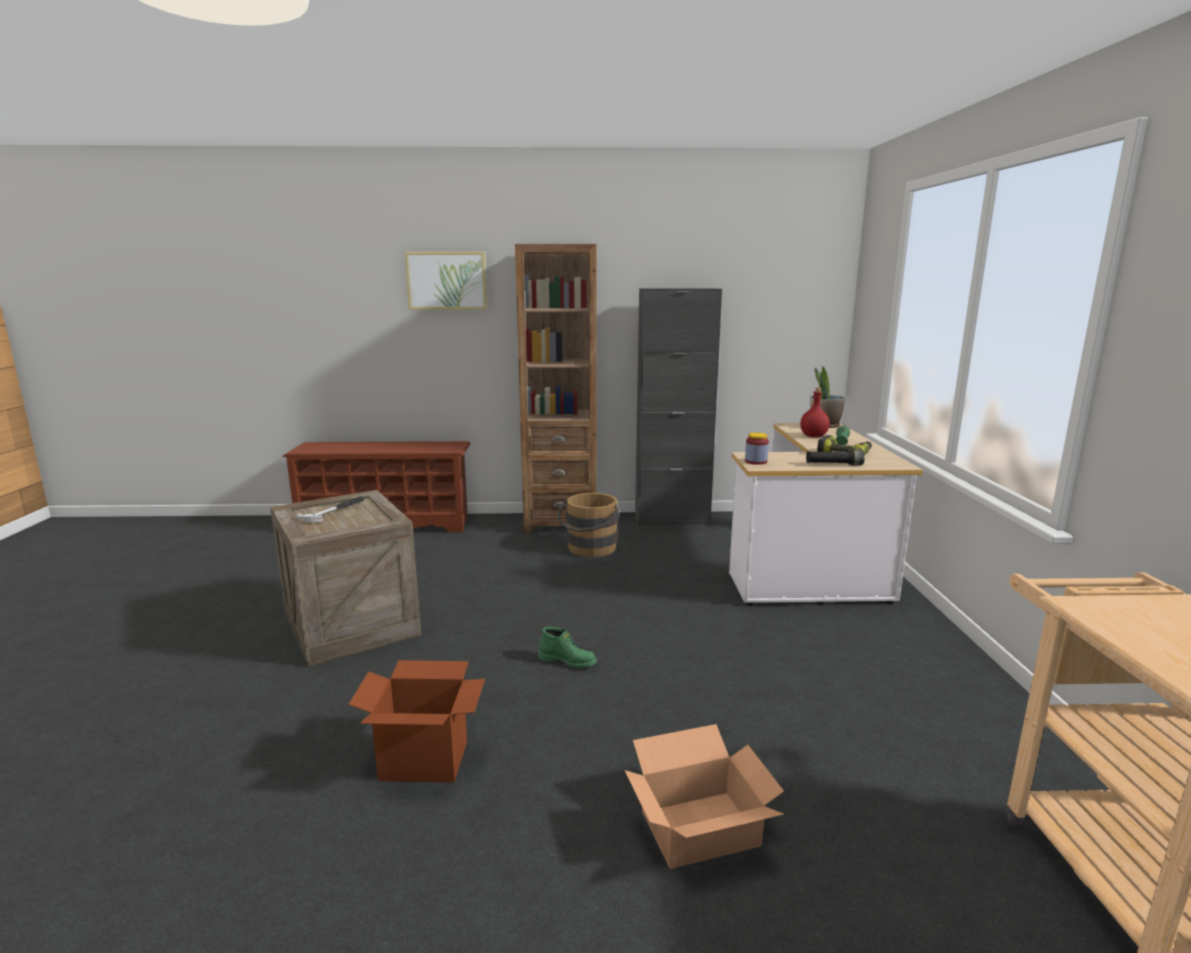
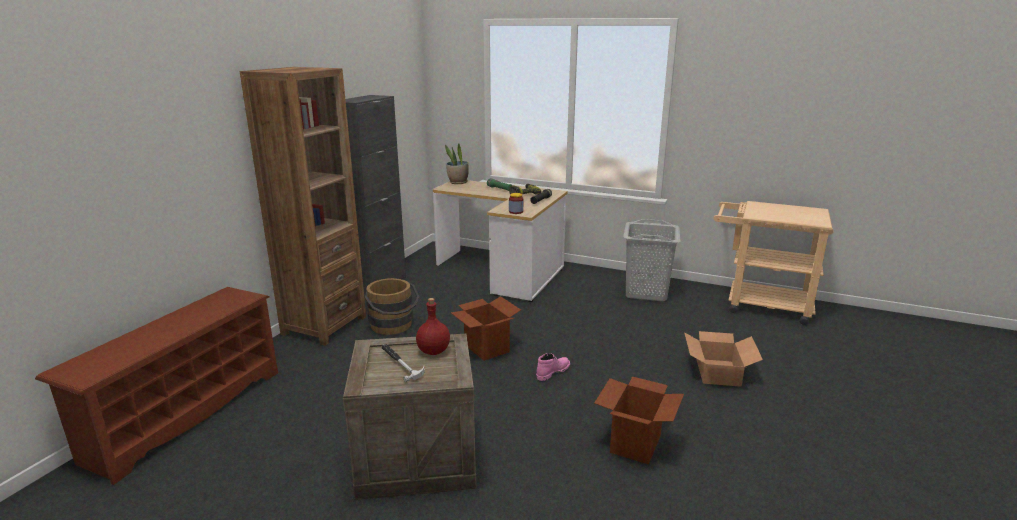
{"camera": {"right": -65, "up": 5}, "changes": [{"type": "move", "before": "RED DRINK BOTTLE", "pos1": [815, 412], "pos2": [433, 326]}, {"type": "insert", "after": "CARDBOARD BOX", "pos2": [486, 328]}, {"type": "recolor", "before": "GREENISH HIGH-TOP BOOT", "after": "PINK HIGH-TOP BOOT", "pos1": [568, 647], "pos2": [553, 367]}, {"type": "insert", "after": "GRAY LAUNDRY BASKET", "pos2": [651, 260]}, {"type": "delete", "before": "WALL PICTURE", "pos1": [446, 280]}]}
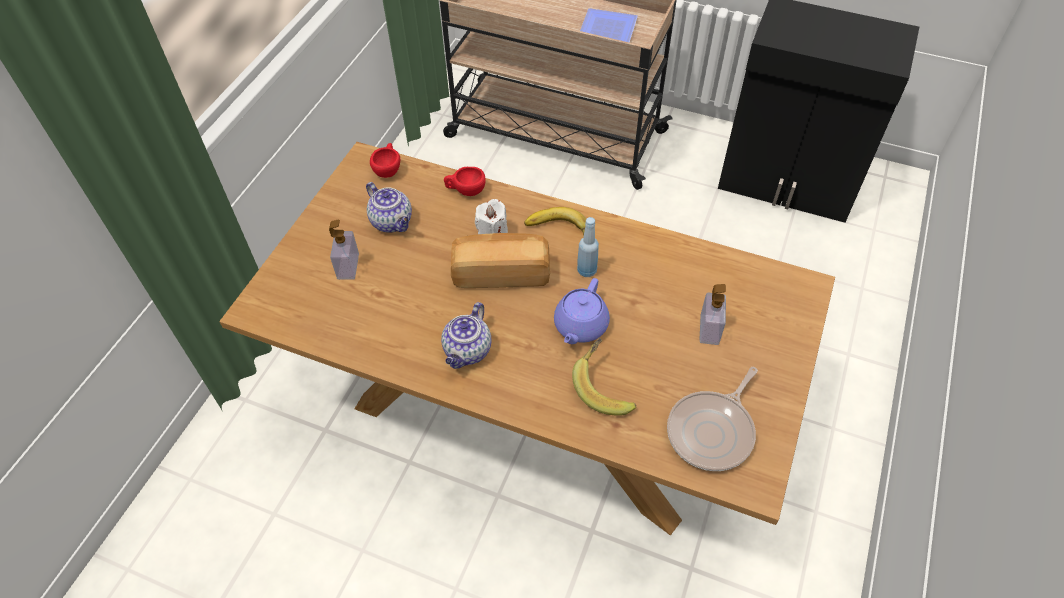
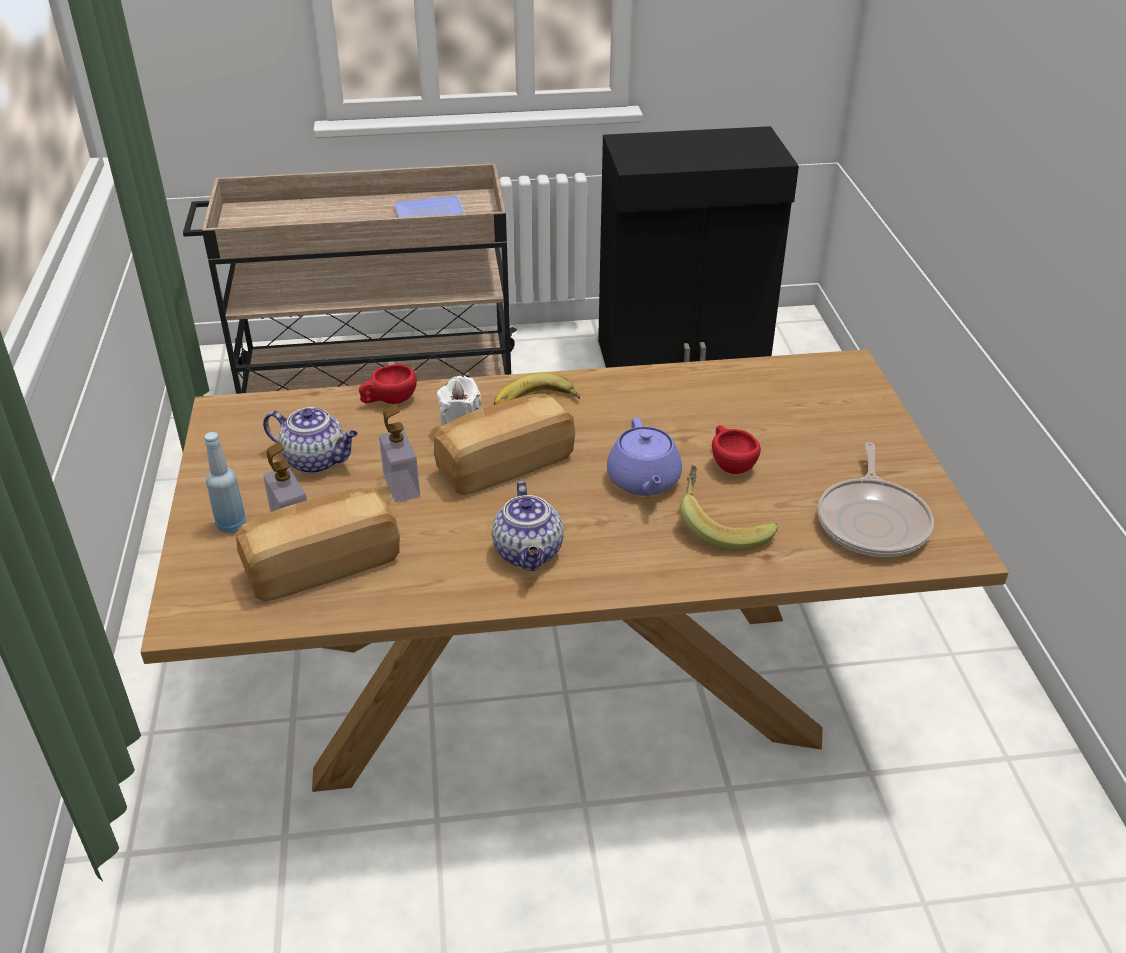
{"camera": {"right": -30, "up": -15}, "changes": [{"type": "move", "before": "BLUE-COLOURED DRINK BOTTLE", "pos1": [588, 247], "pos2": [225, 483]}, {"type": "insert", "after": "BAKED BREAD", "pos2": [318, 545]}, {"type": "move", "before": "LIQUID SOAP BOTTLE", "pos1": [713, 314], "pos2": [399, 453]}, {"type": "move", "before": "RED SMALL CUP", "pos1": [385, 160], "pos2": [736, 449]}]}
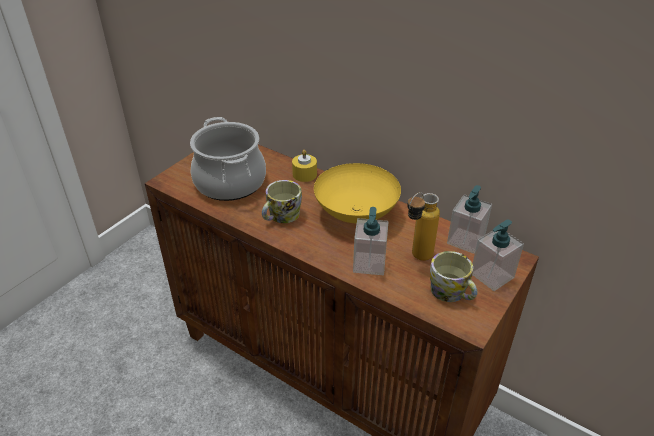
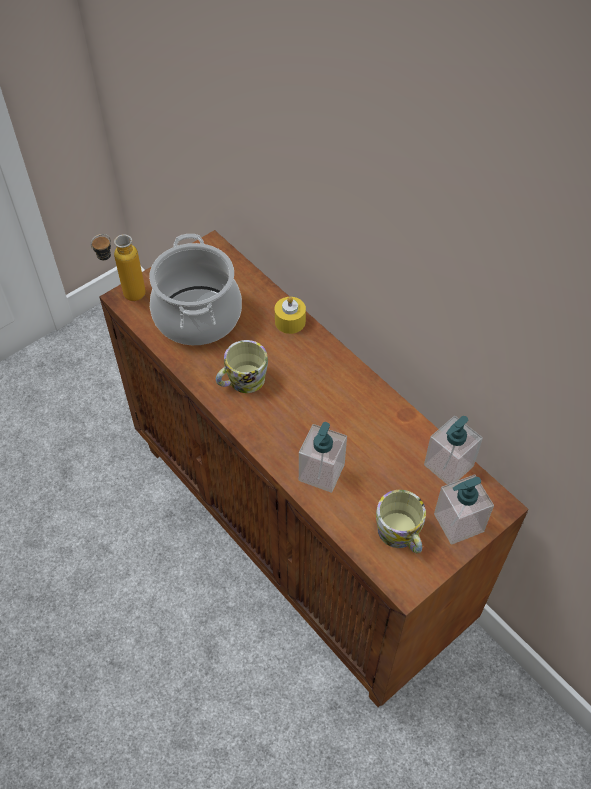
{"camera": {"right": 15, "up": 15}, "changes": [{"type": "move", "before": "DRINK BOTTLE", "pos1": [423, 226], "pos2": [118, 267]}, {"type": "delete", "before": "YELLOWISH SERVING BOWL", "pos1": [357, 193]}]}
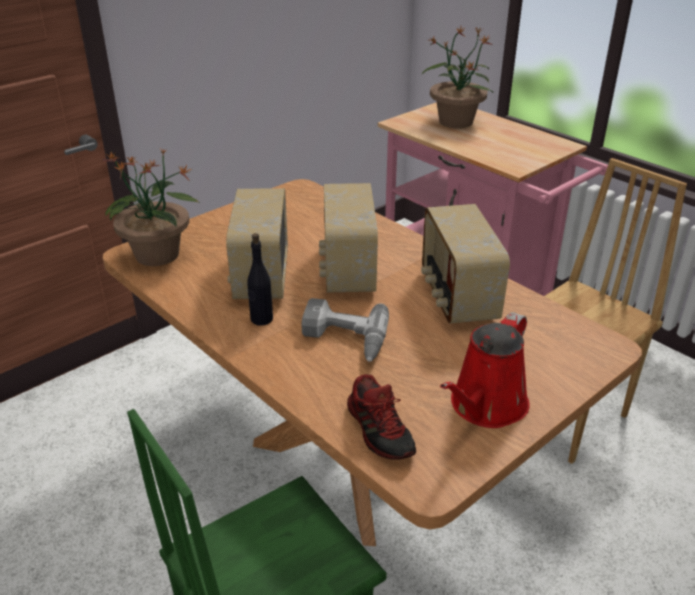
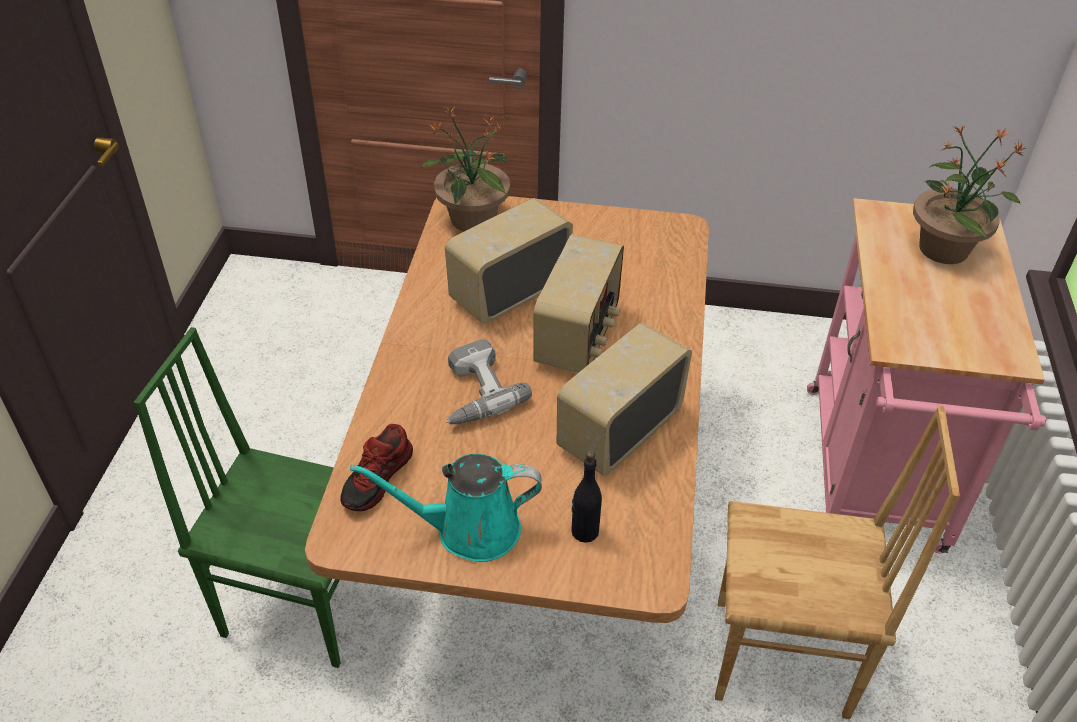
{"camera": {"right": 50, "up": 10}, "changes": [{"type": "recolor", "before": "RED WATERING CAN", "after": "TURQUOISE WATERING CAN", "pos1": [484, 370], "pos2": [446, 508]}, {"type": "rotate", "before": "RADIO RECEIVER", "pos1": [348, 238], "pos2": [578, 303], "turn": 150}, {"type": "move", "before": "BLACK-COLOURED DRINK BOTTLE", "pos1": [260, 279], "pos2": [586, 497]}]}
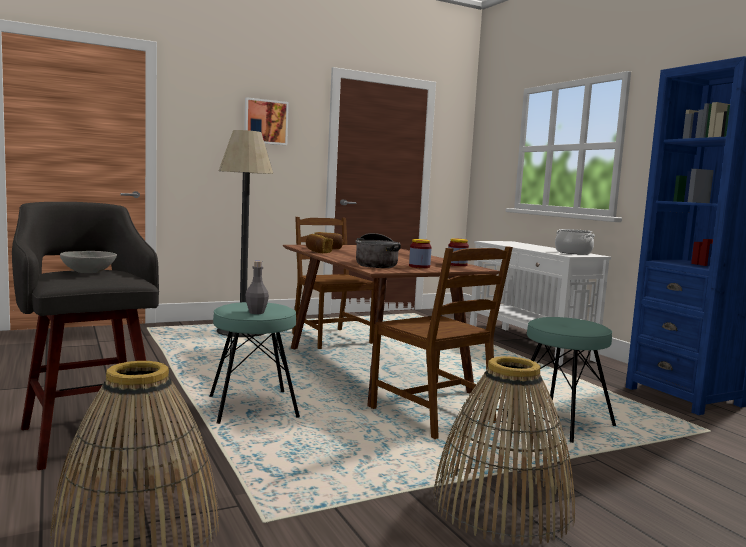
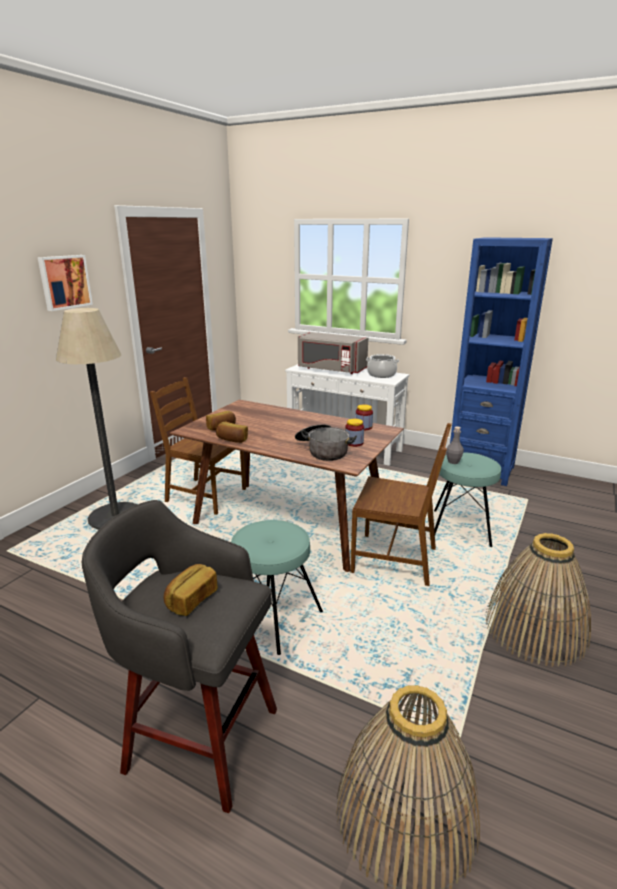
{"camera": {"right": -35, "up": 15}, "changes": [{"type": "replace", "before": "GRAY SERVING BOWL", "after": "BAKED BREAD", "pos1": [88, 262], "pos2": [191, 590]}, {"type": "insert", "after": "GRAY MICROWAVE OVEN", "pos2": [333, 353]}, {"type": "move", "before": "GRAY DRINK BOTTLE", "pos1": [257, 287], "pos2": [455, 445]}]}
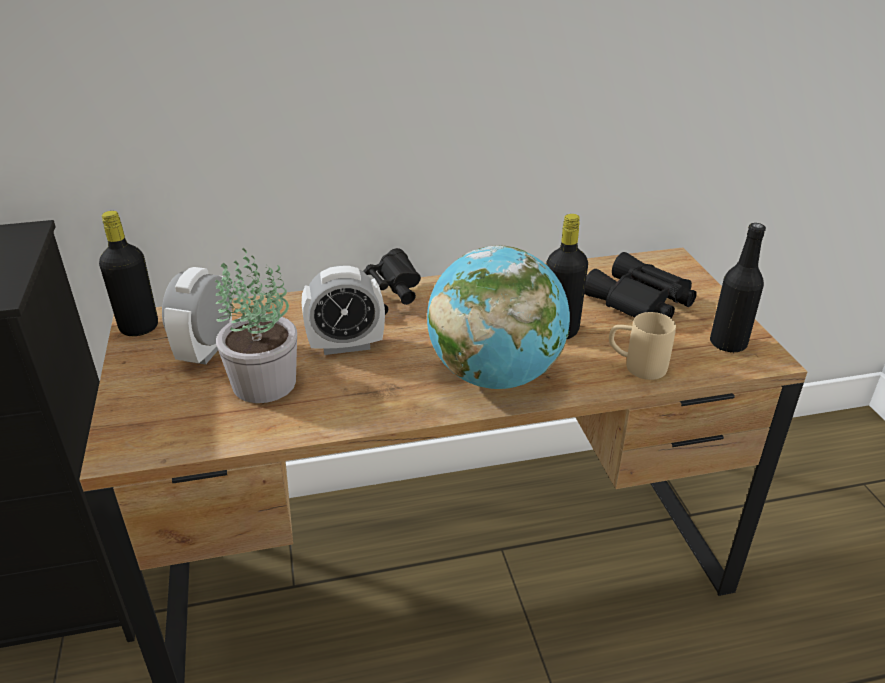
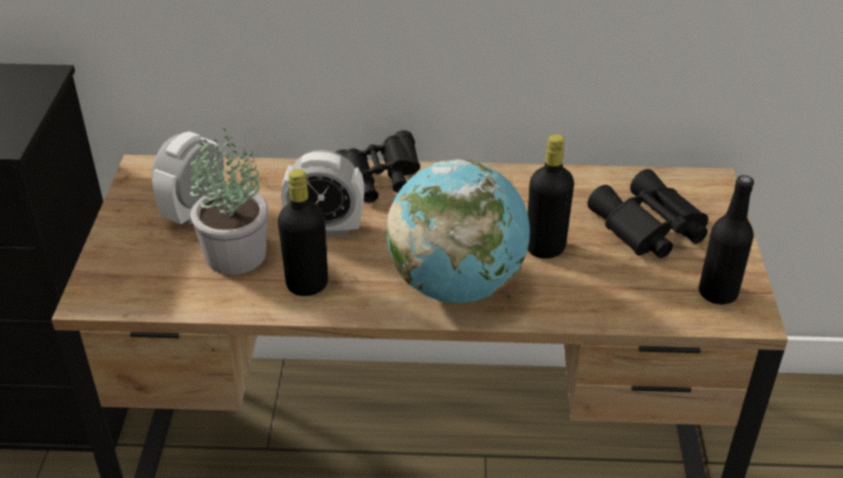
{"camera": {"right": 15, "up": 5}, "changes": [{"type": "move", "before": "BLACK-COLOURED DRINK BOTTLE", "pos1": [128, 273], "pos2": [303, 232]}, {"type": "delete", "before": "BEIGE MUG", "pos1": [642, 346]}]}
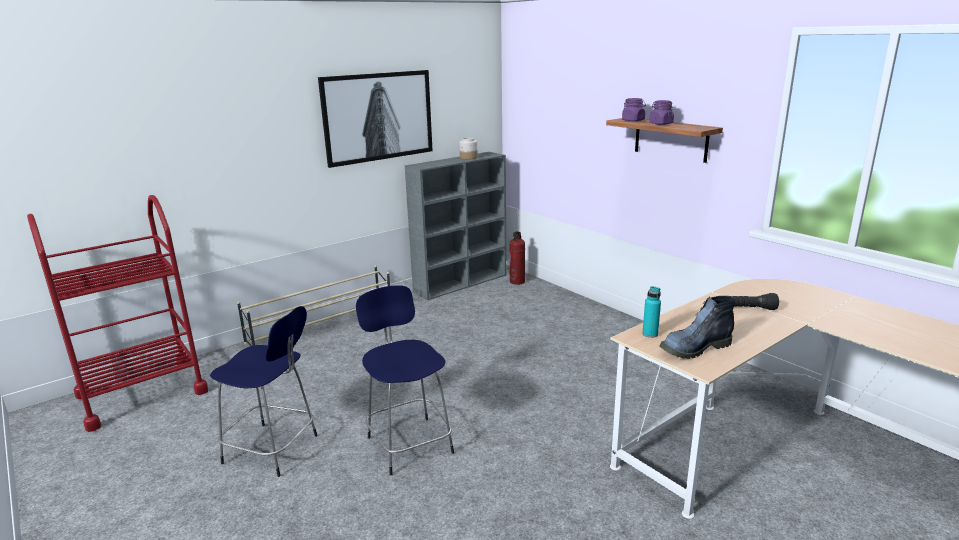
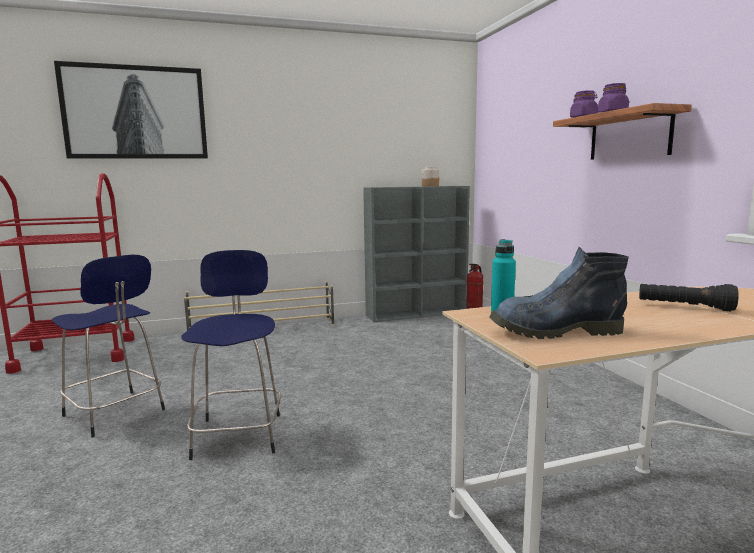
{"camera": {"right": 20, "up": -10}, "changes": [{"type": "move", "before": "WALL PICTURE", "pos1": [375, 119], "pos2": [131, 109]}]}
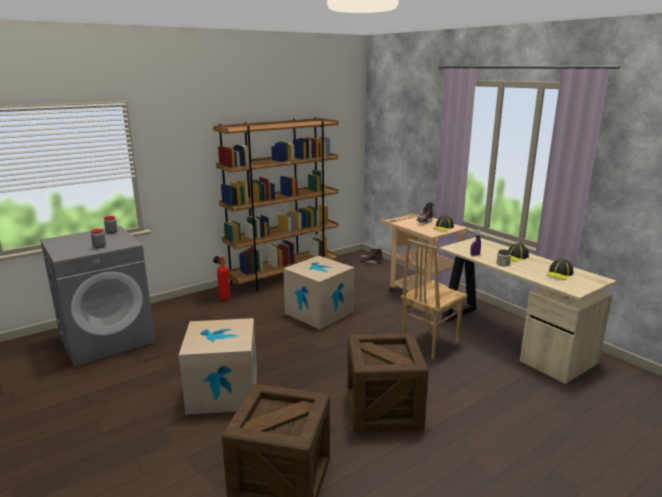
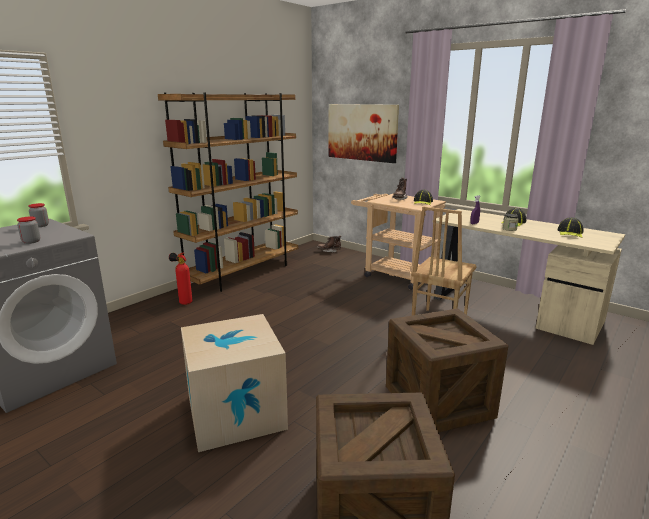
{"camera": {"right": -15, "up": 0}, "changes": [{"type": "insert", "after": "WALL PICTURE", "pos2": [363, 133]}, {"type": "delete", "before": "CARDBOARD BOX", "pos1": [318, 292]}]}
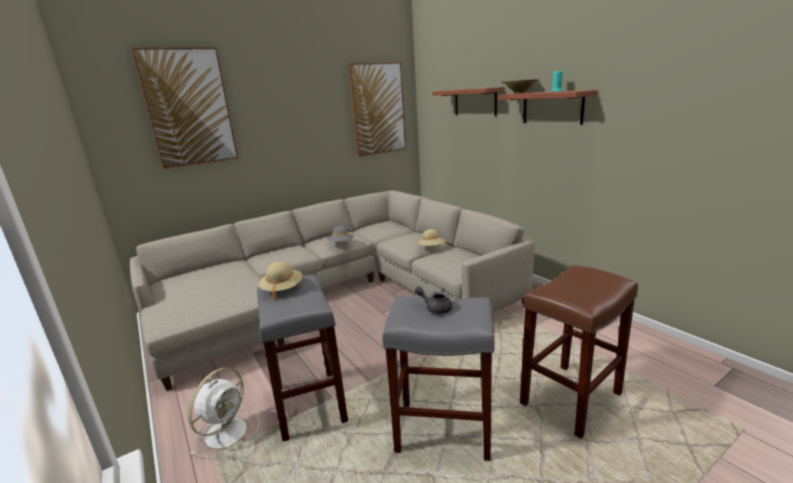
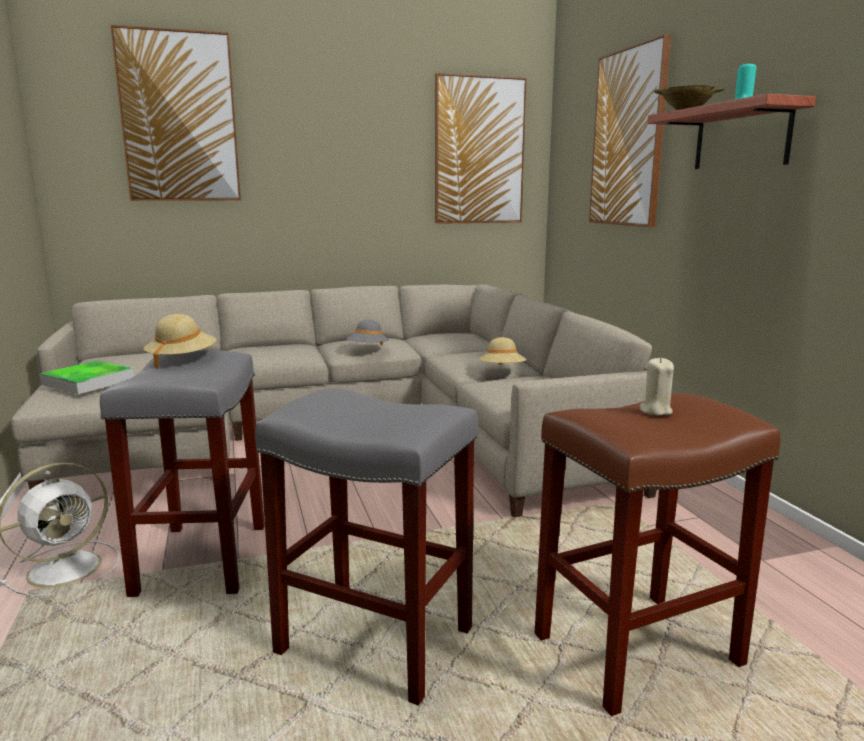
{"camera": {"right": 15, "up": -5}, "changes": [{"type": "insert", "after": "CARRYING TRAY", "pos2": [87, 377]}, {"type": "replace", "before": "SHELF", "after": "WALL PICTURE", "pos1": [468, 101], "pos2": [630, 130]}, {"type": "insert", "after": "BEIGE CANDLE", "pos2": [657, 386]}, {"type": "delete", "before": "GRAY TEA POT", "pos1": [433, 300]}]}
